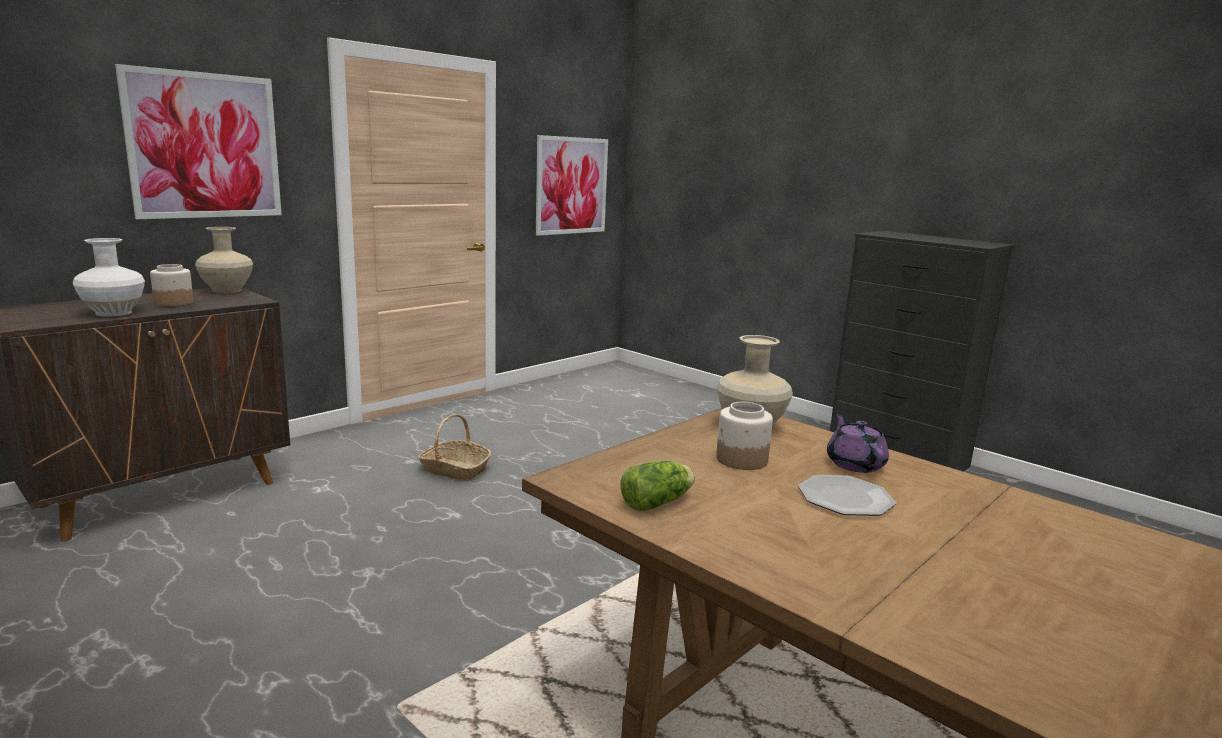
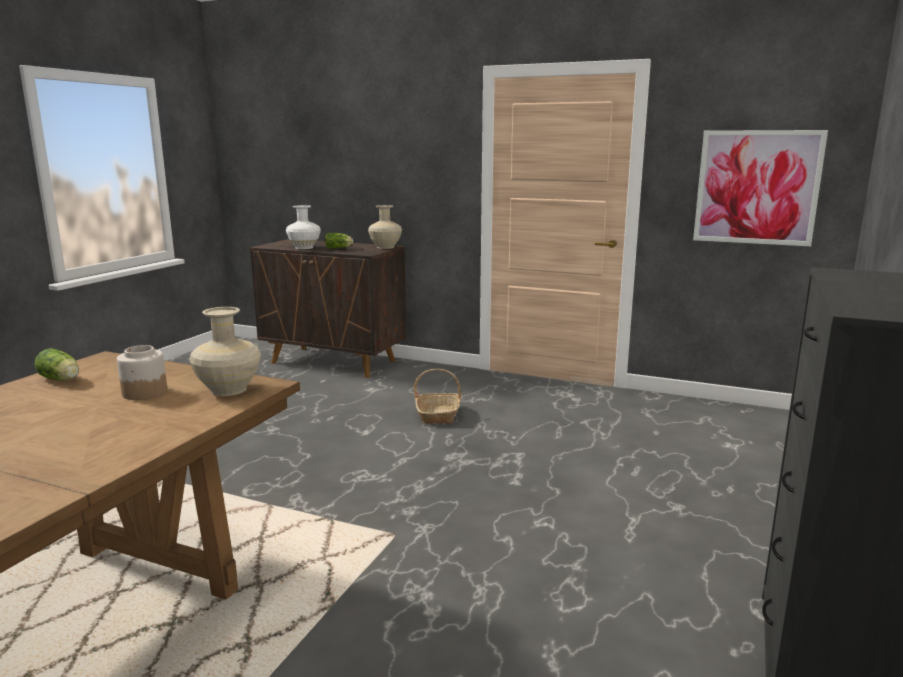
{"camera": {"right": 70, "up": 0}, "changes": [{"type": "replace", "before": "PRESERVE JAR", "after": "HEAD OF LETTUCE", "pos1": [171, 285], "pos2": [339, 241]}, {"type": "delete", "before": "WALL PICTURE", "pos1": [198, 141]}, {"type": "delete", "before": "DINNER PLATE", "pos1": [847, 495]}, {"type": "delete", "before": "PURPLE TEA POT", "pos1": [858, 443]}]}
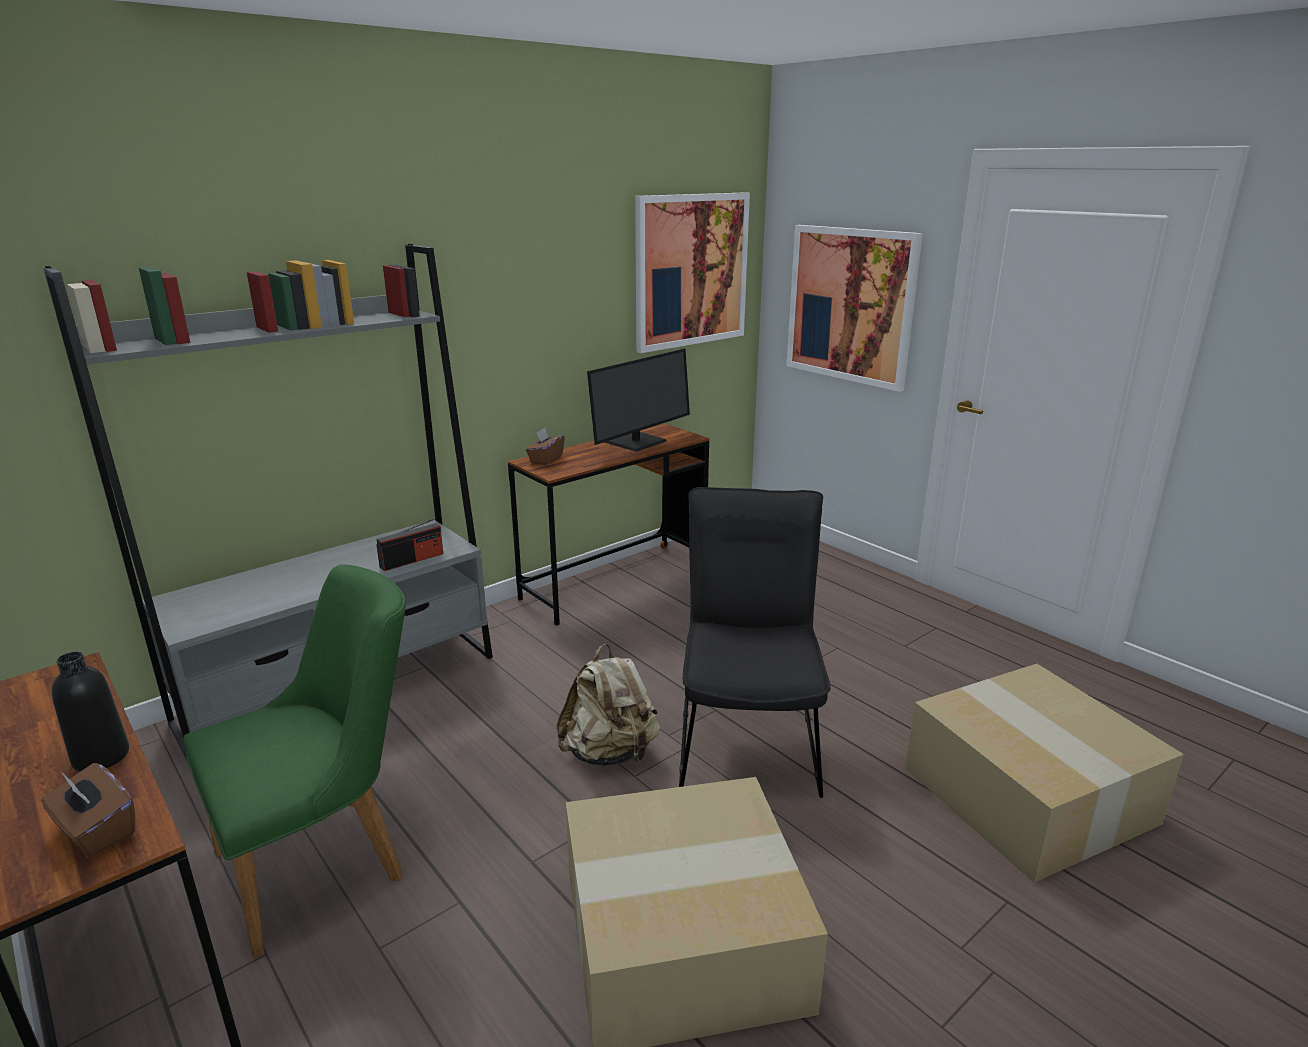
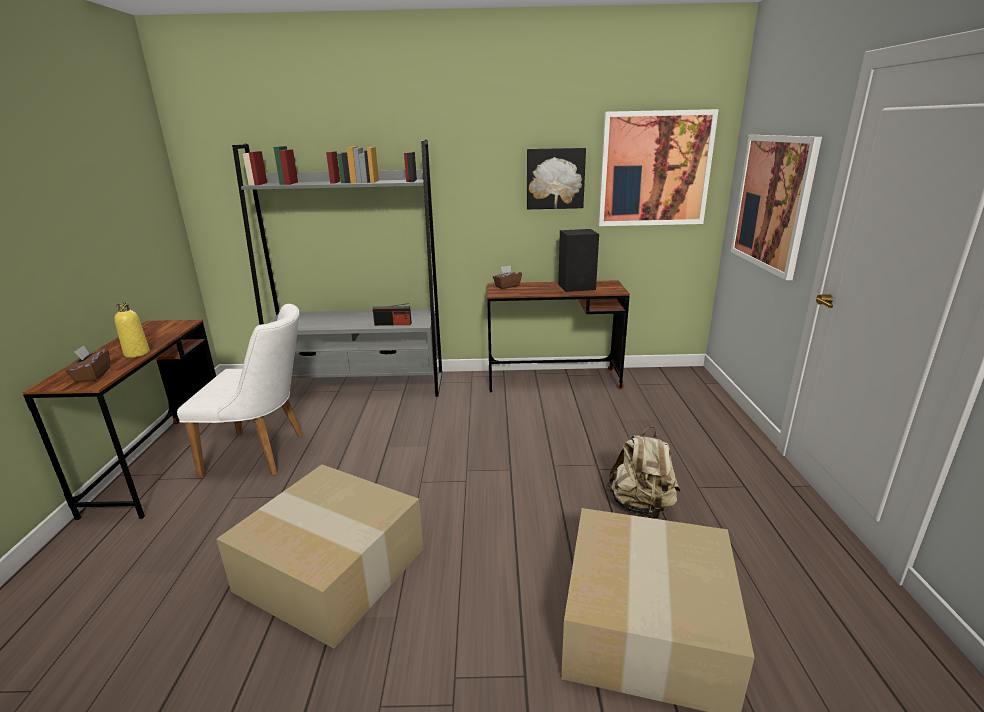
{"camera": {"right": 40, "up": 0}, "changes": [{"type": "recolor", "before": "BLACK-COLOURED DRINK BOTTLE", "after": "YELLOWISH DRINK BOTTLE", "pos1": [90, 712], "pos2": [132, 330]}, {"type": "recolor", "before": "GREENISH PLAIN CHAIR", "after": "WHITISH PLAIN CHAIR", "pos1": [294, 761], "pos2": [240, 391]}, {"type": "insert", "after": "WALL PICTURE", "pos2": [556, 178]}, {"type": "replace", "before": "MONITOR", "after": "BLACK-COLOURED LOUDSPEAKER", "pos1": [638, 400], "pos2": [578, 260]}, {"type": "move", "before": "BEIGE BACKPACK", "pos1": [608, 705], "pos2": [643, 473]}, {"type": "delete", "before": "BLACK-COLOURED PLAIN CHAIR", "pos1": [754, 642]}]}
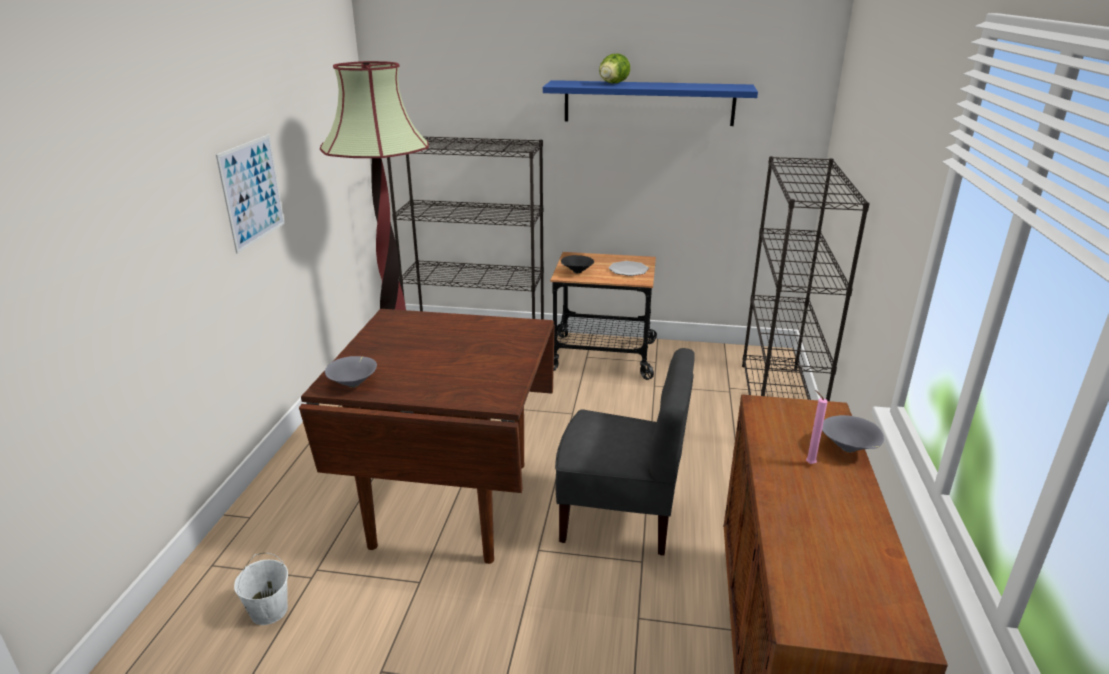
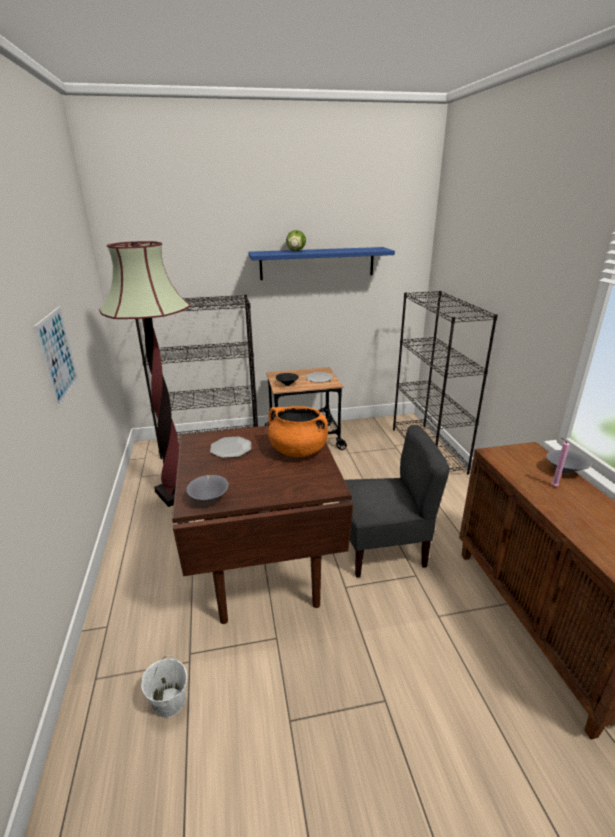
{"camera": {"right": -20, "up": 0}, "changes": [{"type": "insert", "after": "DINNER PLATE", "pos2": [230, 447]}, {"type": "insert", "after": "ORANGE COOKING POT", "pos2": [298, 431]}]}
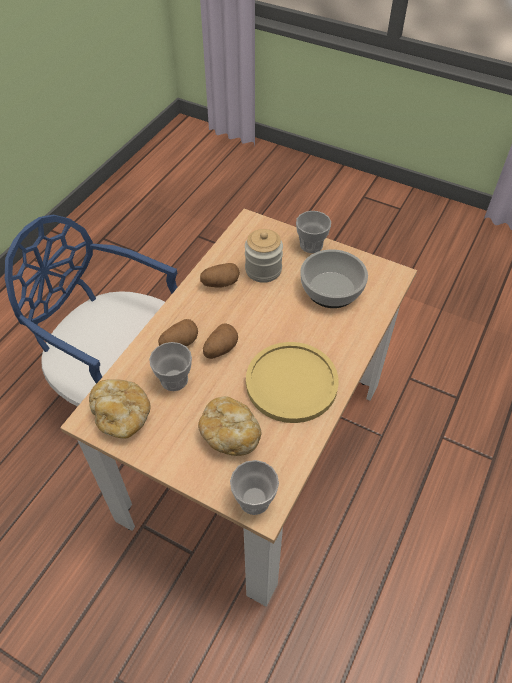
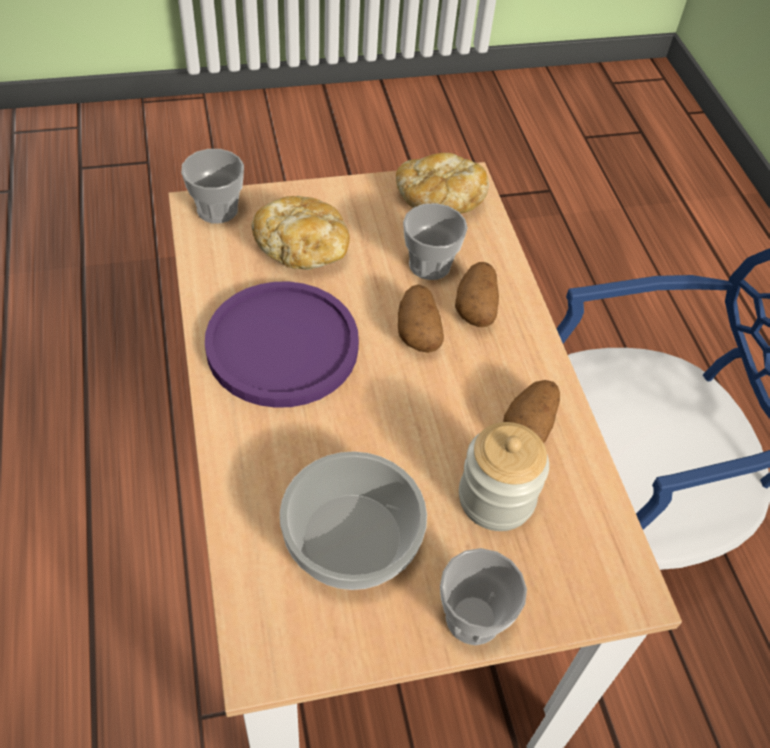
{"camera": {"right": 135, "up": 0}, "changes": [{"type": "recolor", "before": "YELLOWISH DINNER PLATE", "after": "PURPLE DINNER PLATE", "pos1": [292, 382], "pos2": [282, 345]}]}
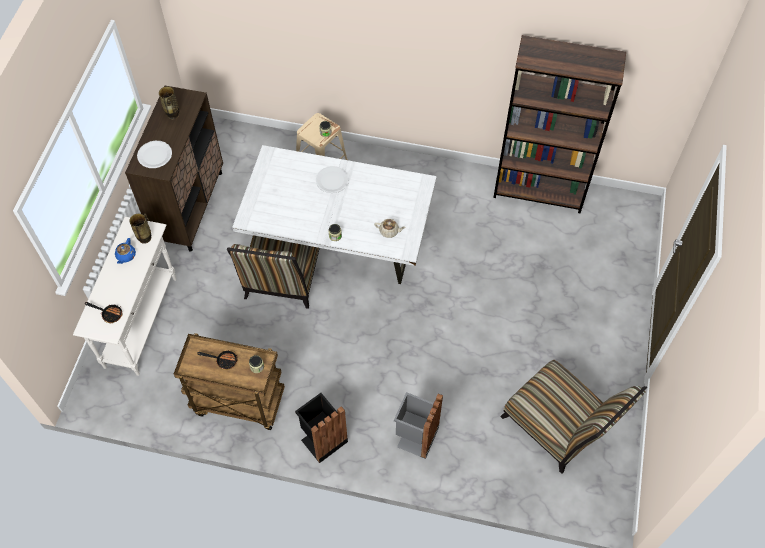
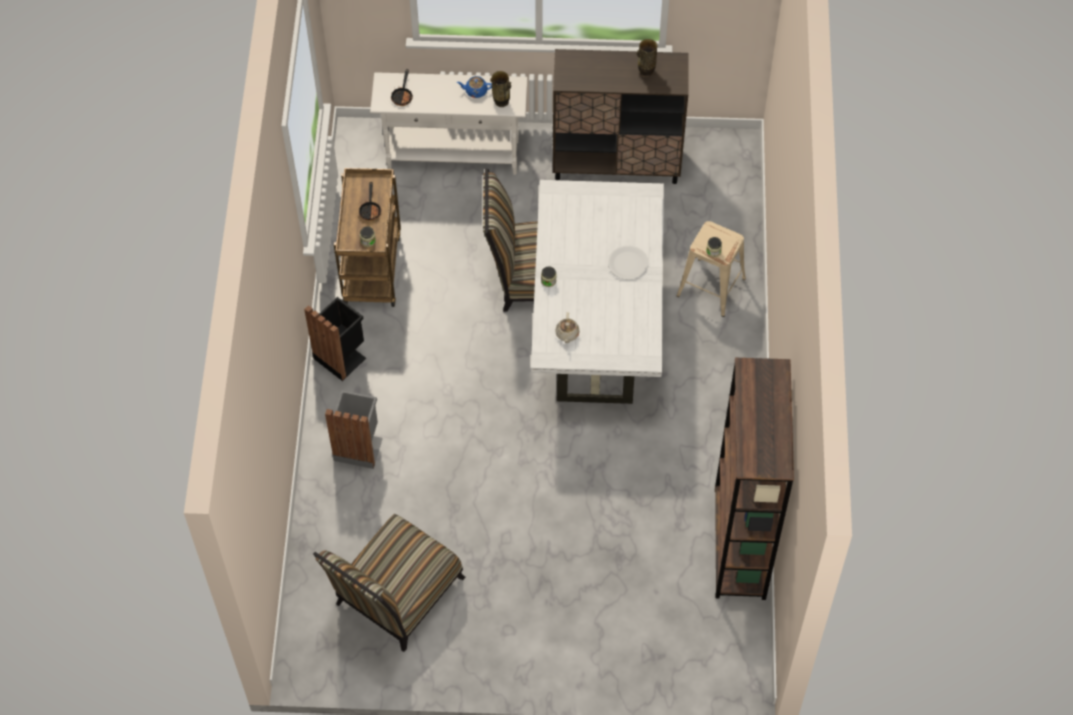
{"camera": {"right": 80, "up": 0}, "changes": [{"type": "delete", "before": "WHITISH DINNER PLATE", "pos1": [154, 154]}]}
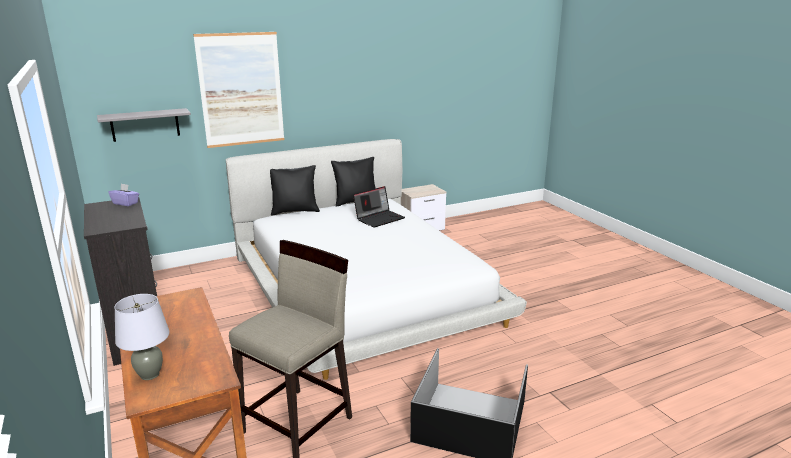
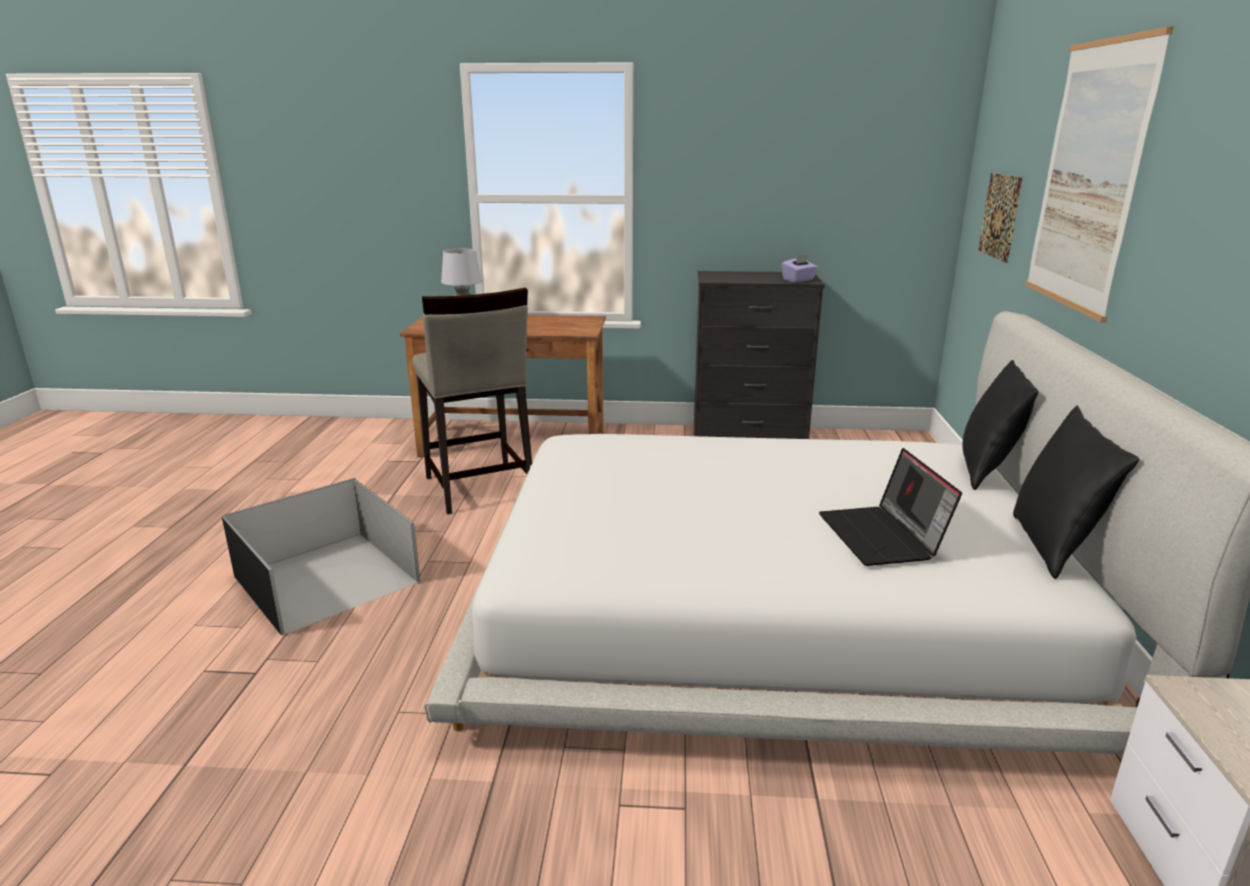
{"camera": {"right": 120, "up": 0}, "changes": [{"type": "replace", "before": "GRAY SHELF", "after": "WALL PICTURE", "pos1": [144, 125], "pos2": [1000, 218]}]}
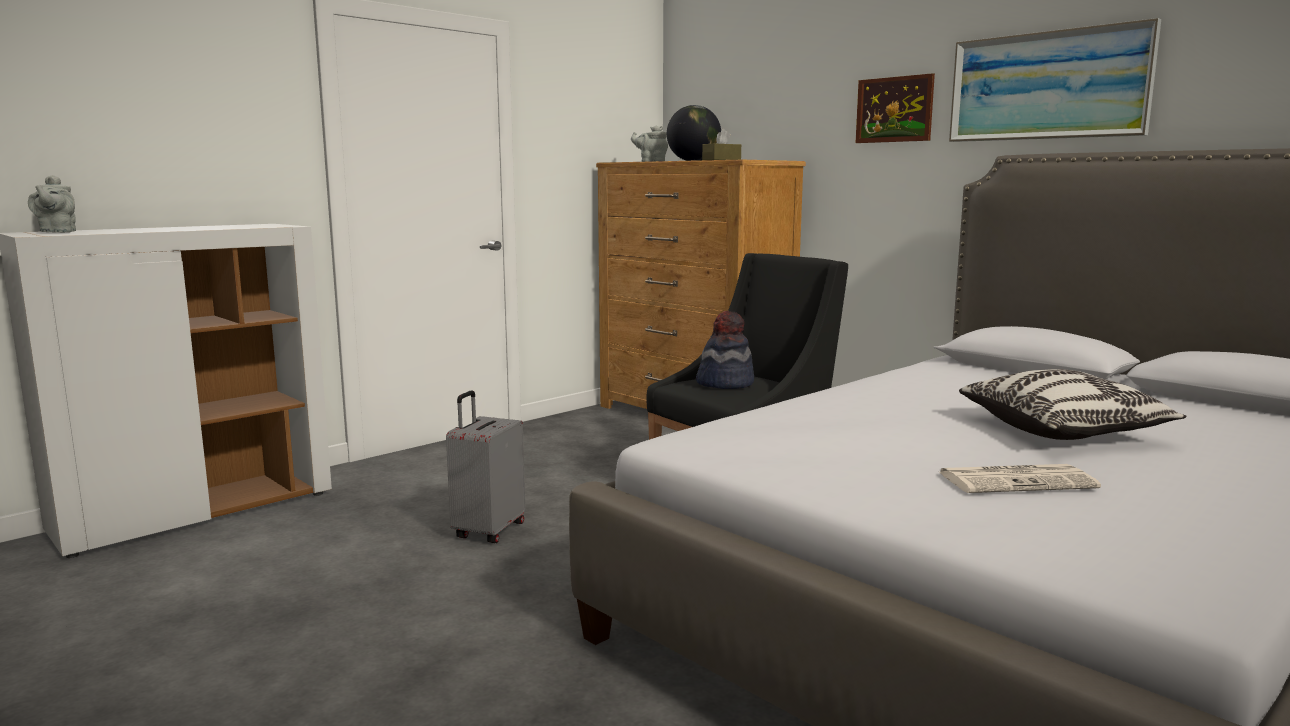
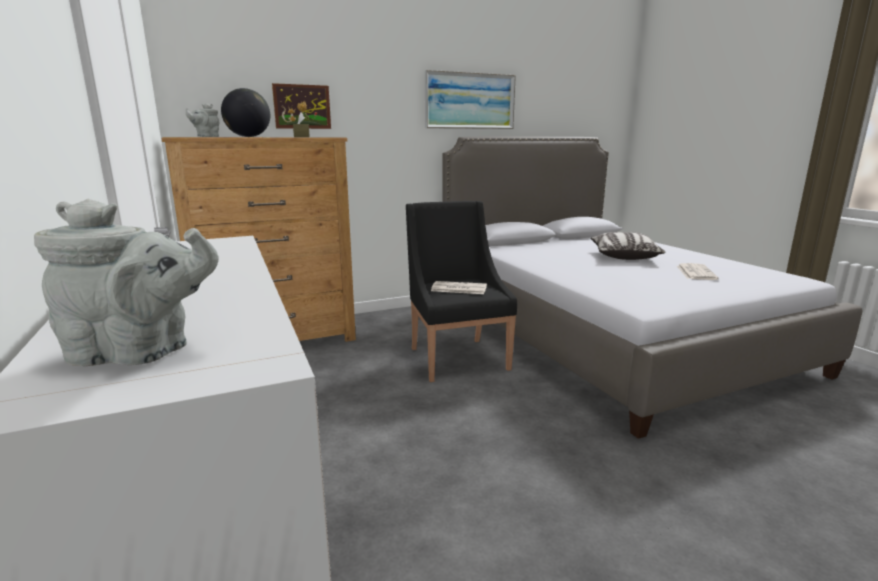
{"camera": {"right": -70, "up": 5}, "changes": [{"type": "move", "before": "WALL PICTURE", "pos1": [895, 108], "pos2": [301, 106]}, {"type": "replace", "before": "HAT", "after": "DAILY PAPER", "pos1": [725, 350], "pos2": [459, 287]}, {"type": "delete", "before": "GRAY SUITCASE", "pos1": [485, 466]}]}
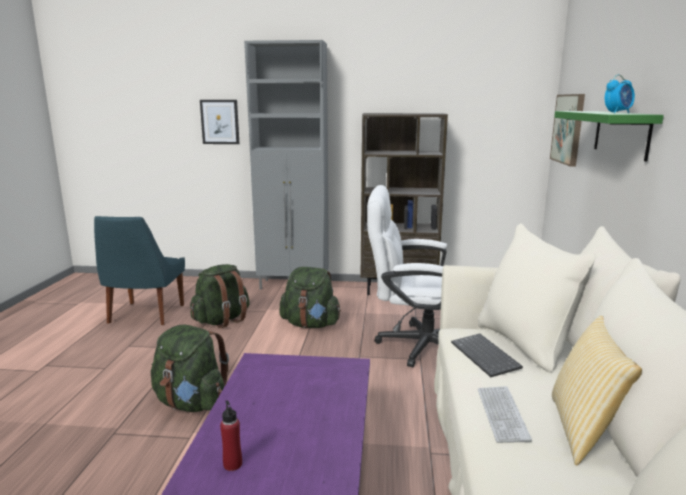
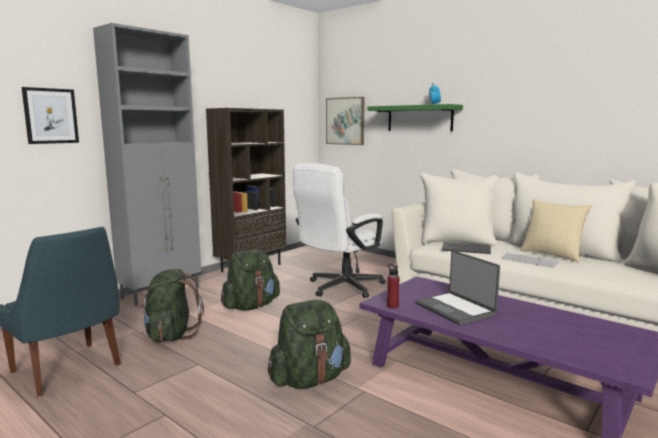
{"camera": {"right": -55, "up": -5}, "changes": [{"type": "move", "before": "RED DRINK BOTTLE", "pos1": [231, 435], "pos2": [393, 286]}, {"type": "insert", "after": "NOTEBOOK COMPUTER", "pos2": [458, 288]}]}
